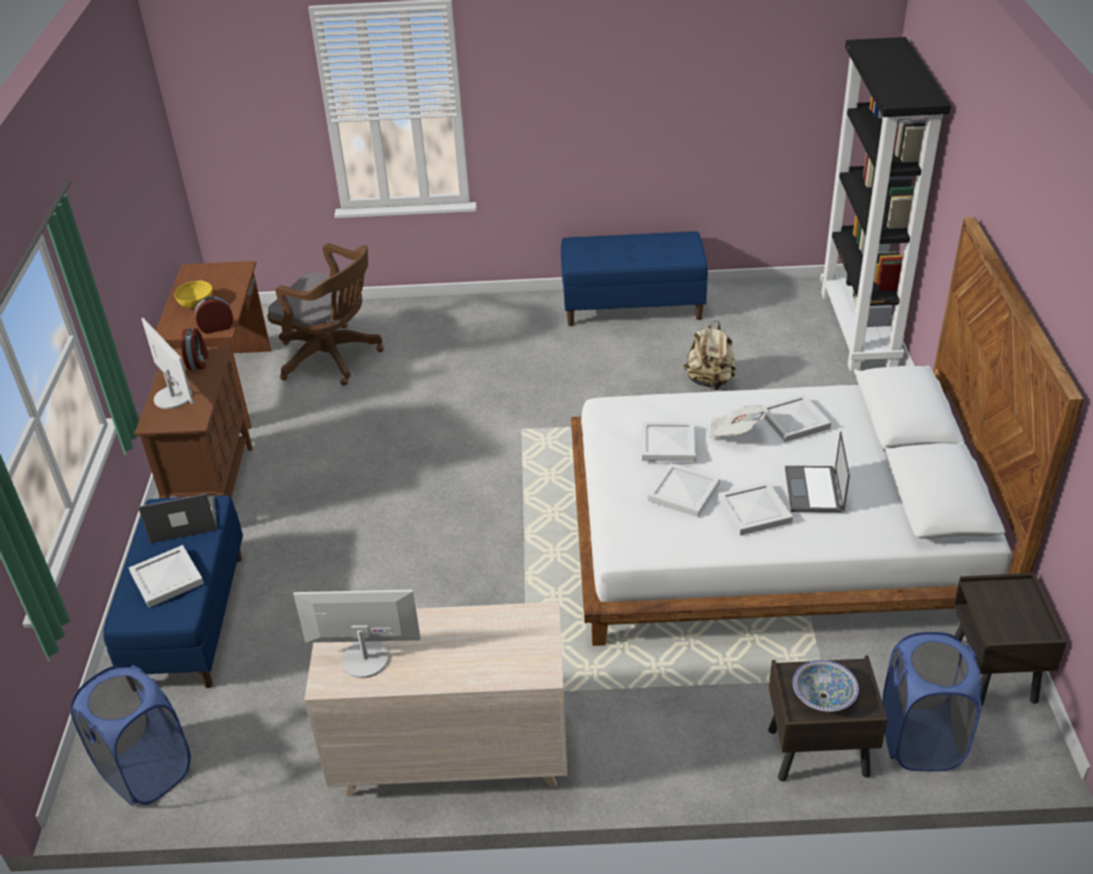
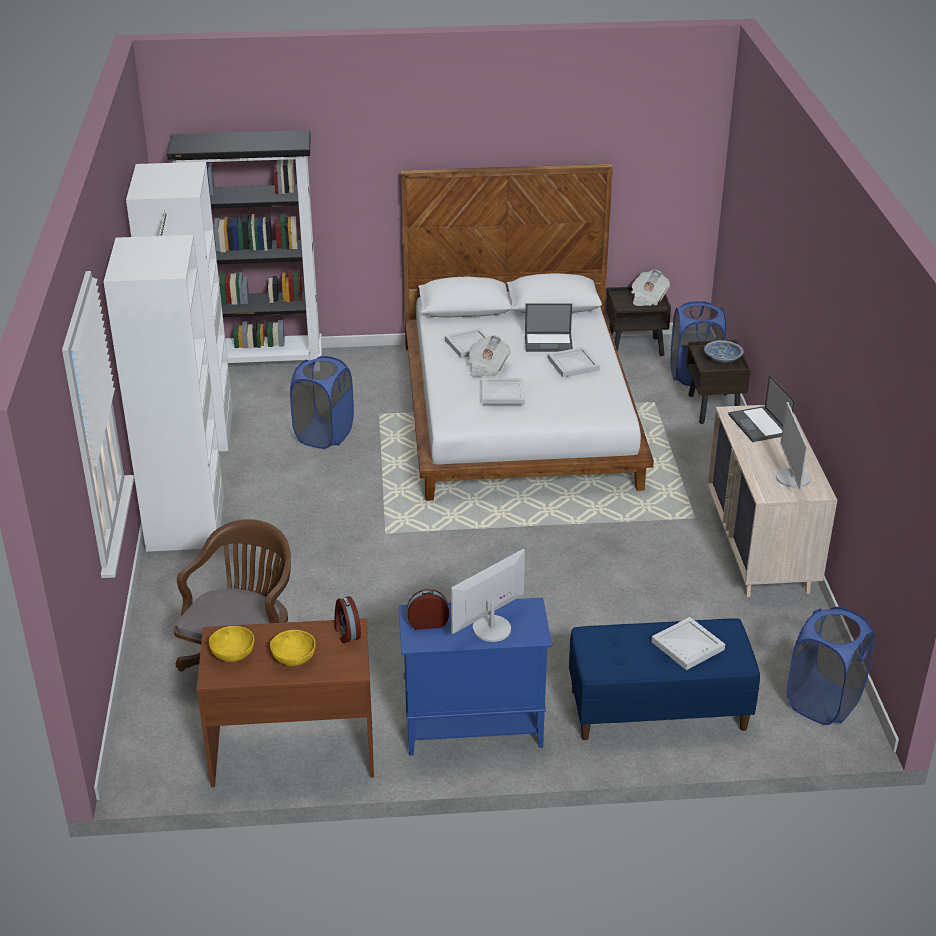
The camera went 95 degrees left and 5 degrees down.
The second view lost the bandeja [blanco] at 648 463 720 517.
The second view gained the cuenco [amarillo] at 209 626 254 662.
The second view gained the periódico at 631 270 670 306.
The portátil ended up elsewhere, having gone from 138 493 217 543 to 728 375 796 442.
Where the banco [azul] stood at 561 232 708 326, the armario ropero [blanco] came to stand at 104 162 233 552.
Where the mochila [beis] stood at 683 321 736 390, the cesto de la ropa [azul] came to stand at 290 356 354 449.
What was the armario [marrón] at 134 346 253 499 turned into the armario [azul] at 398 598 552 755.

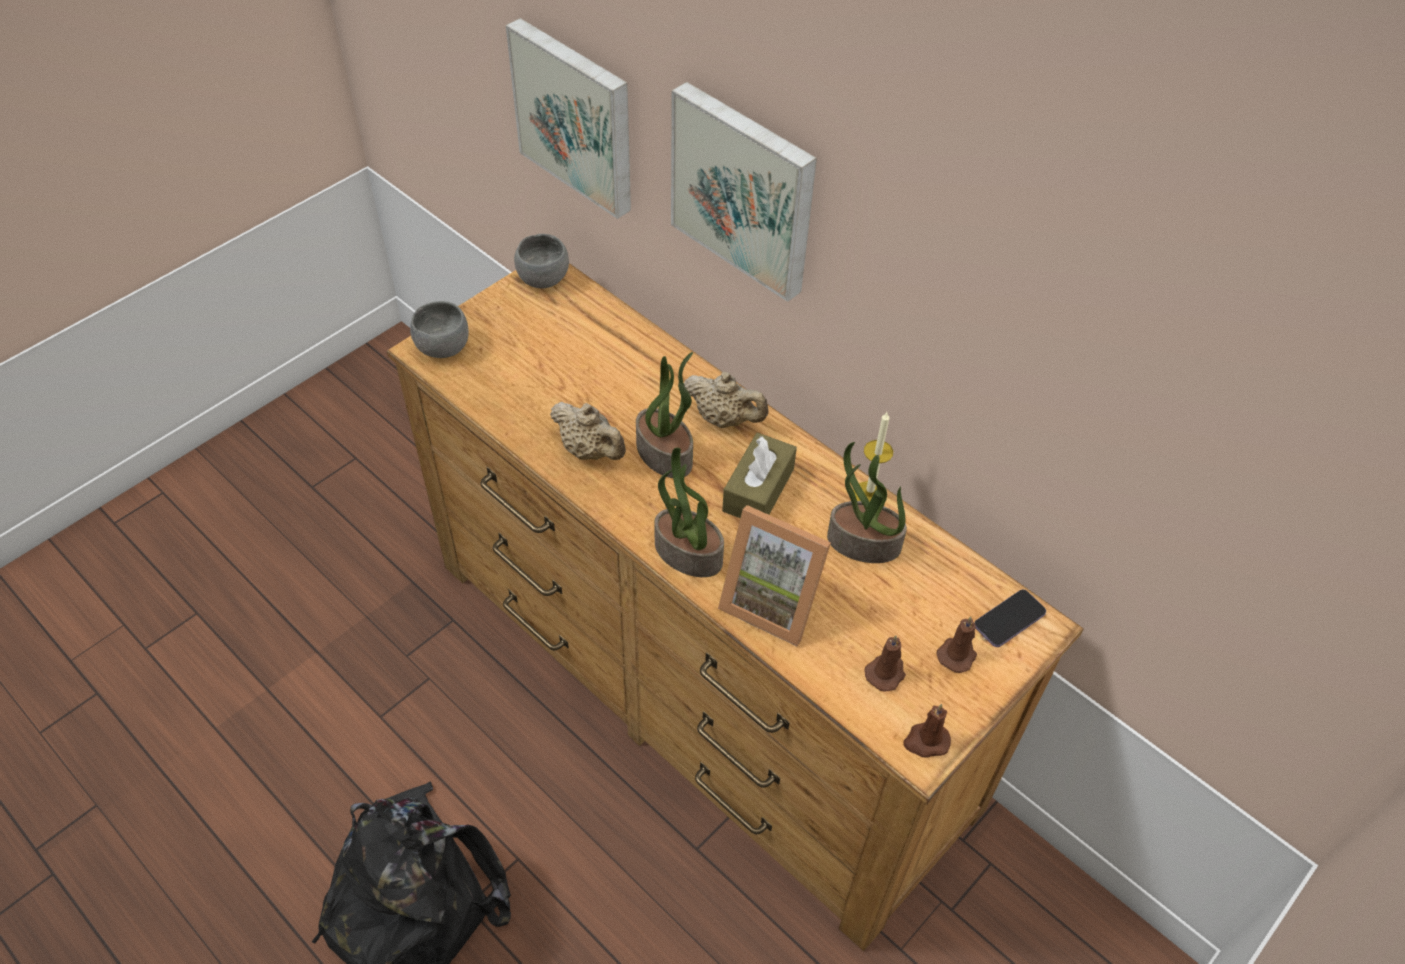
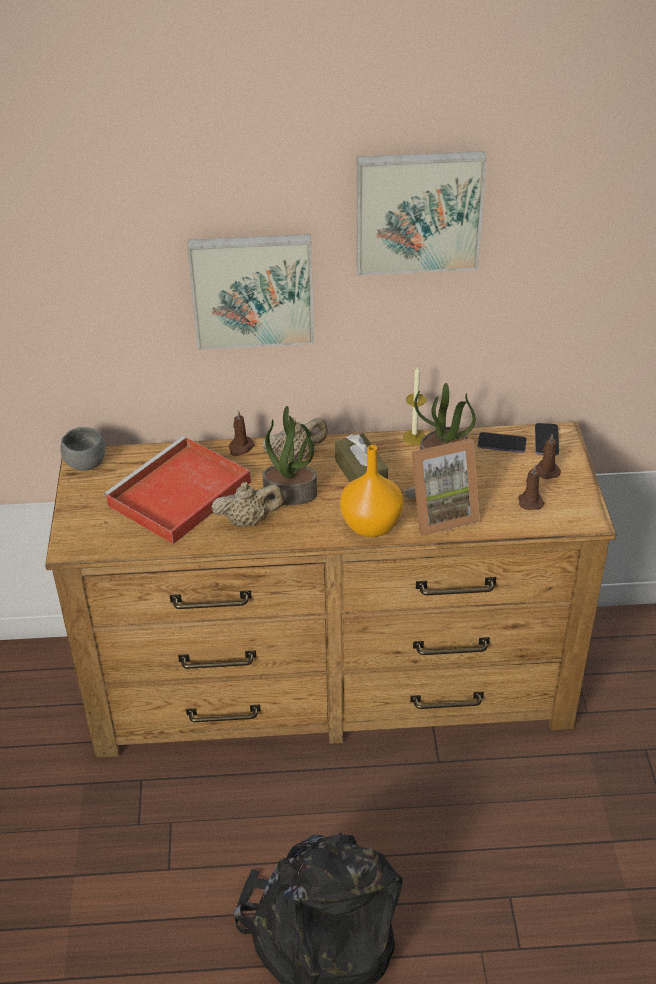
The camera went 45 degrees left and 10 degrees down.
The second view lost the cuenco [gris] at 410 301 469 358.
The second view gained the bandeja [rojo] at 104 436 251 544.
The second view gained the móvil at 478 432 527 453.
The cuadro ended up elsewhere, having gone from 506 18 631 219 to 357 151 487 275.
The vela [marrón] ended up elsewhere, having gone from 903 704 951 758 to 228 410 254 456.
Where the planta en maceta stood at 654 448 724 577, the florero [naranja] came to stand at 340 445 403 537.

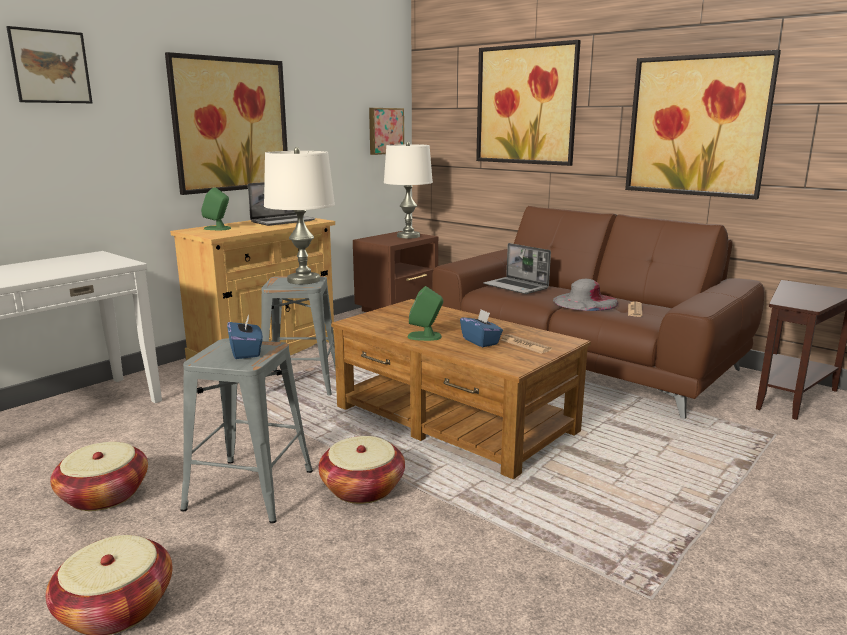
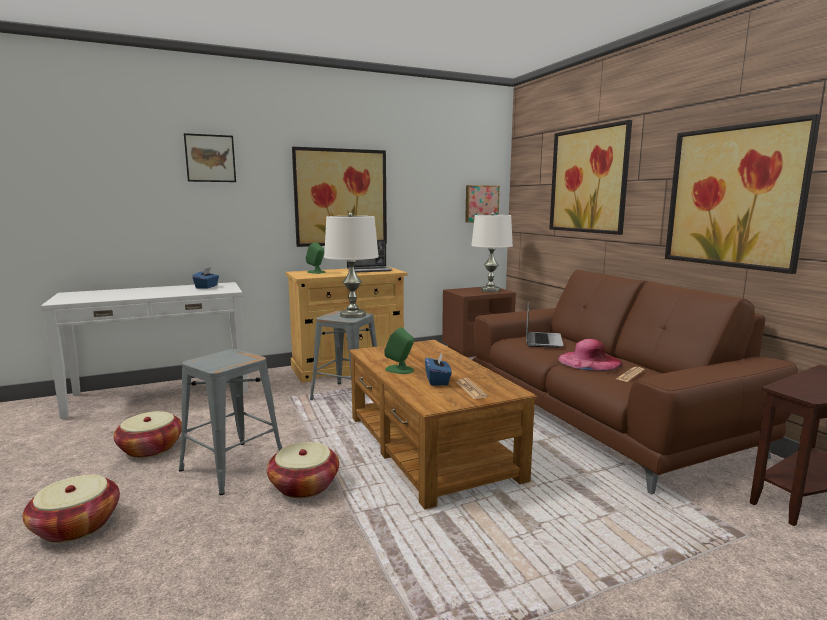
The camera went 25 degrees right and 5 degrees down.
The caja de pañuelos [azul] ended up elsewhere, having gone from 227 315 263 359 to 192 267 219 289.
What was the sombrero [gris] at 553 279 618 311 turned into the sombrero [rosa] at 558 339 623 371.
The portátil at 483 243 551 294 ended up facing another way, 150 degrees counterclockwise from before.

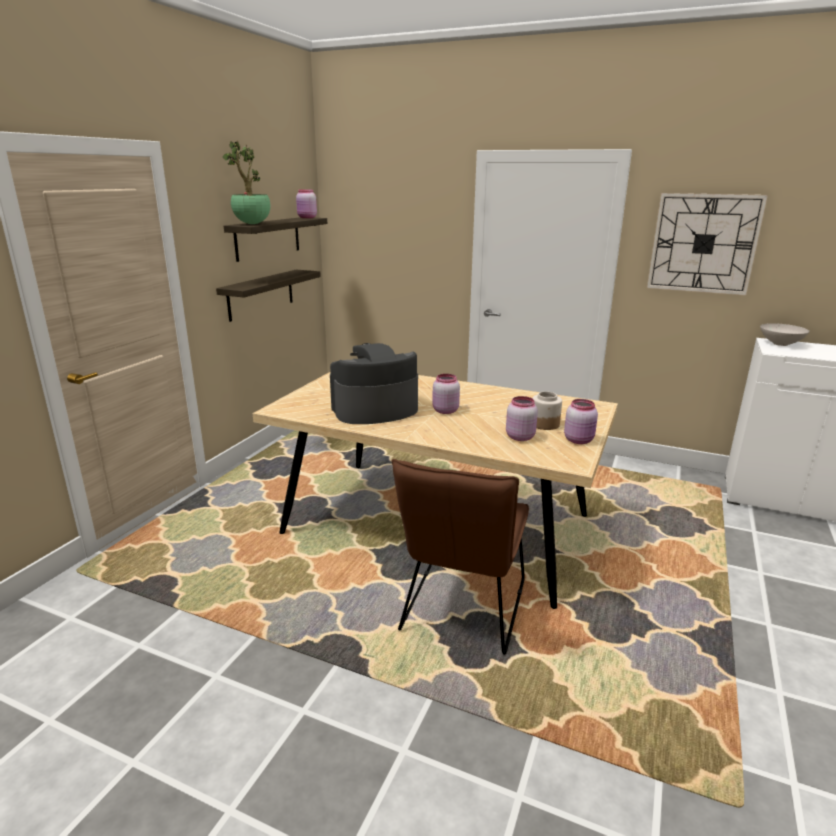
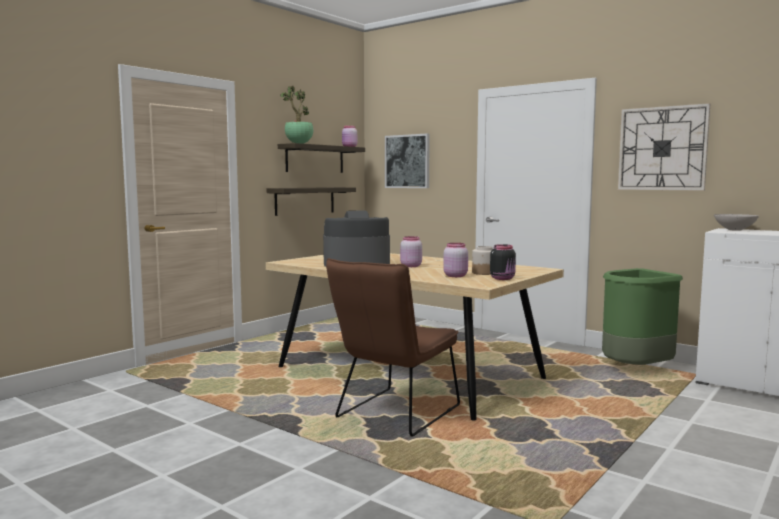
The camera went 15 degrees right and 15 degrees down.
The second view gained the cuadro at 385 134 430 188.
The second view gained the papelera [verde] at 602 268 683 365.
What was the tarro [rosa] at 564 399 598 444 turned into the tarro [negro] at 490 244 516 280.

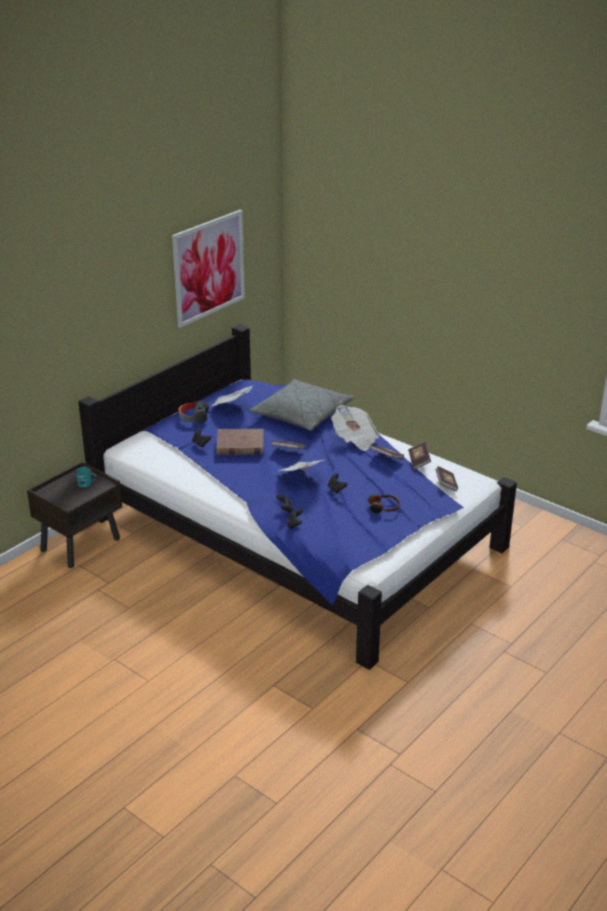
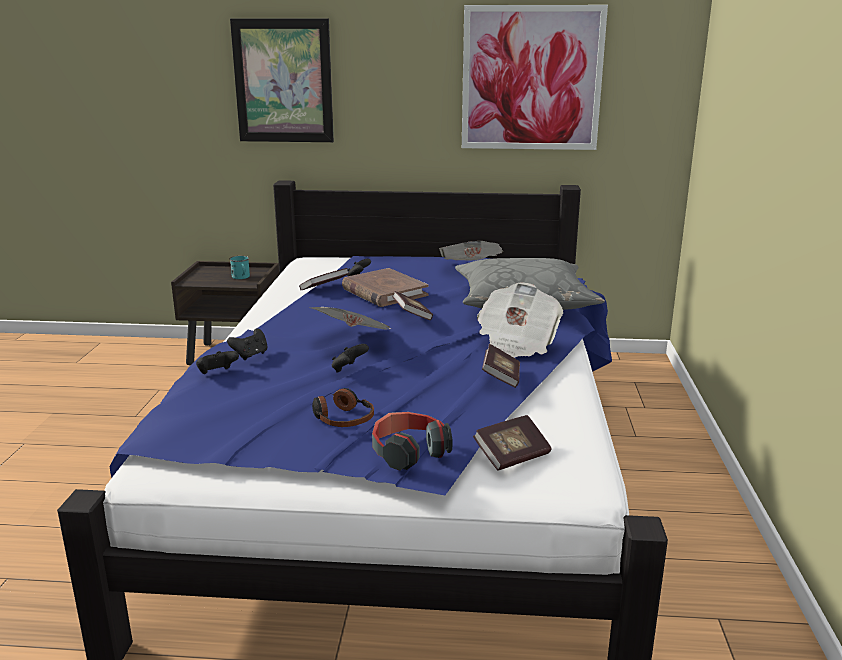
The camera went 55 degrees right and 10 degrees down.
The second view gained the cuadro at 230 18 334 142.
The auriculares ended up elsewhere, having gone from 178 401 209 424 to 372 412 452 471.
The libro ended up elsewhere, having gone from 408 442 431 470 to 299 268 349 290.

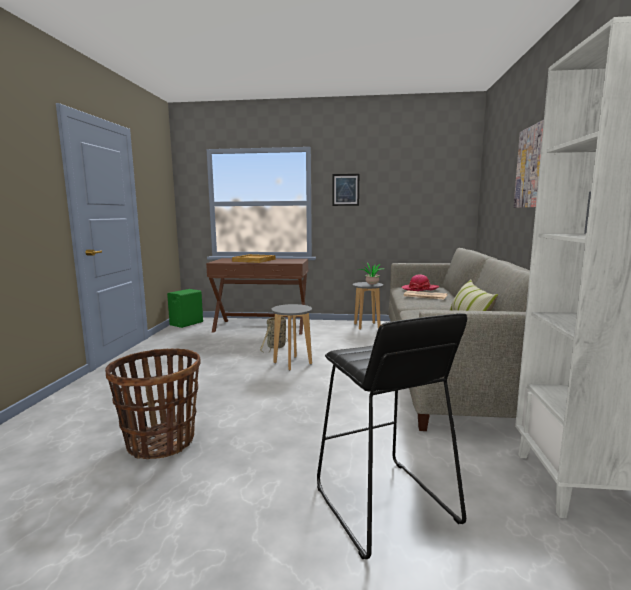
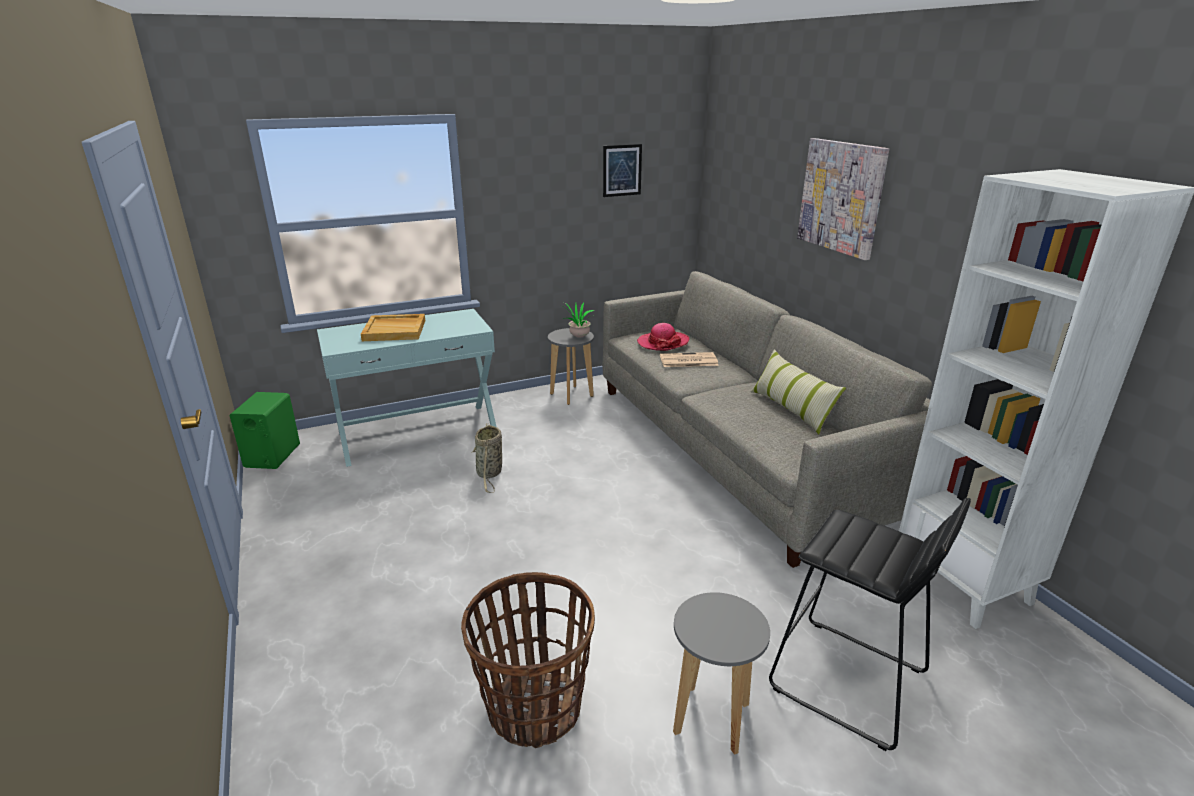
The camera went 30 degrees left and 15 degrees up.
The taburete [gris] ended up elsewhere, having gone from 271 304 312 370 to 673 592 770 755.
The cuadro ended up elsewhere, having gone from 333 174 359 206 to 603 144 642 197.
What was the mesa consola [marrón] at 206 258 308 335 turned into the mesa consola [turquesa] at 317 309 496 467.

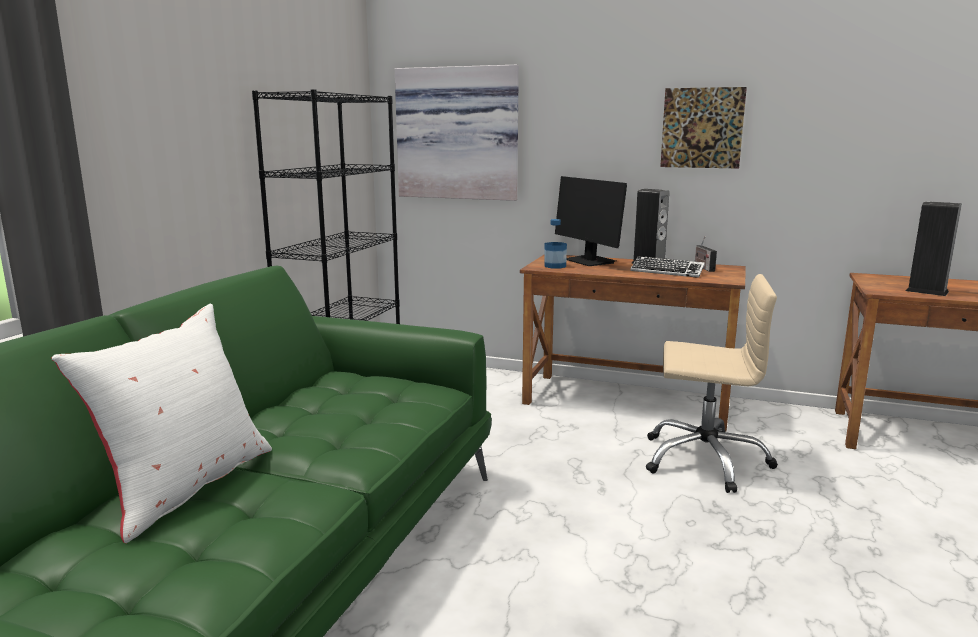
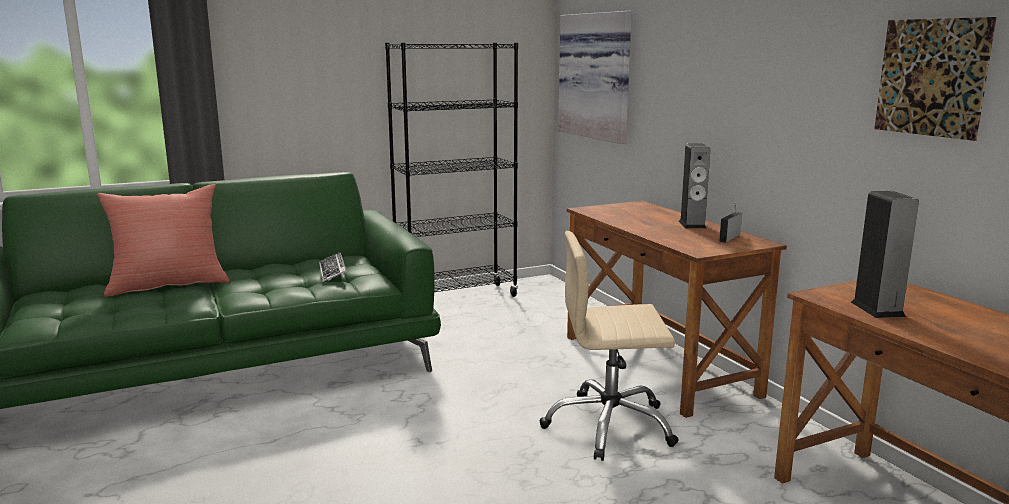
The camera went 45 degrees right and 0 degrees up.
The second view lost the botella at 544 219 567 268.
The second view lost the monitor at 555 176 627 266.
The teclado ended up elsewhere, having gone from 630 256 705 278 to 319 252 347 283.
The cuadro ended up elsewhere, having gone from 660 87 747 169 to 874 17 997 141.
What was the cojín [blanco] at 51 304 272 543 turned into the cojín [rojo] at 97 184 230 297.
The silla de oficina [beis] at 646 274 778 493 ended up facing another way, 120 degrees clockwise from before.

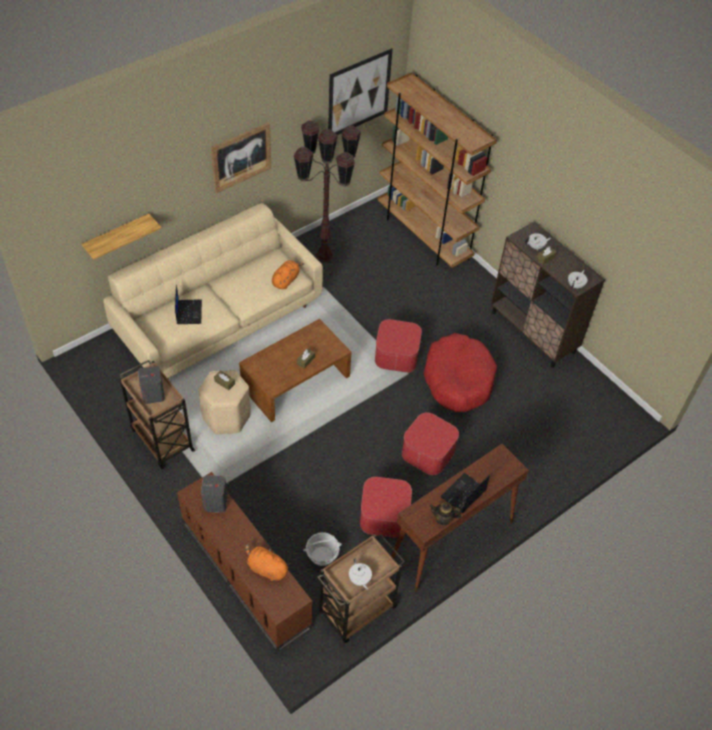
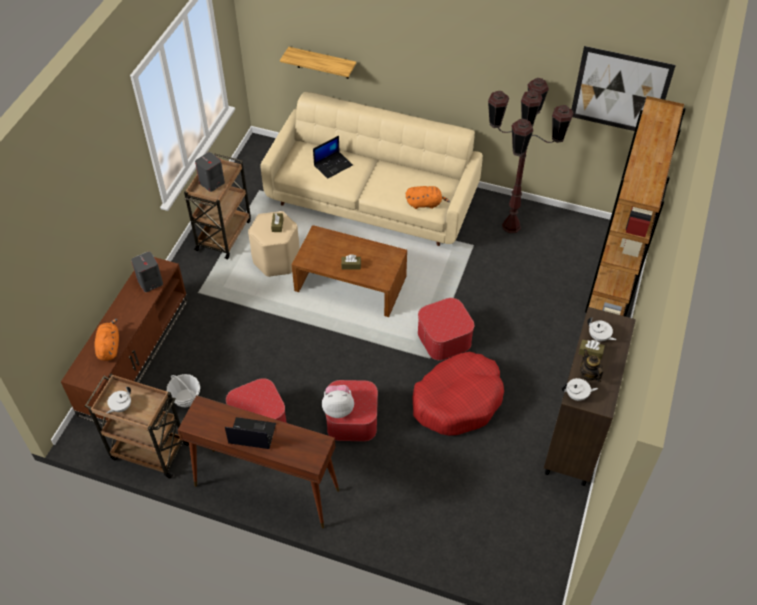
The camera went 60 degrees right and 0 degrees up.
The second view lost the cuadro at 211 122 271 193.
The second view gained the peluche at 322 385 354 418.
The tetera ended up elsewhere, having gone from 430 502 461 526 to 580 349 603 382.

